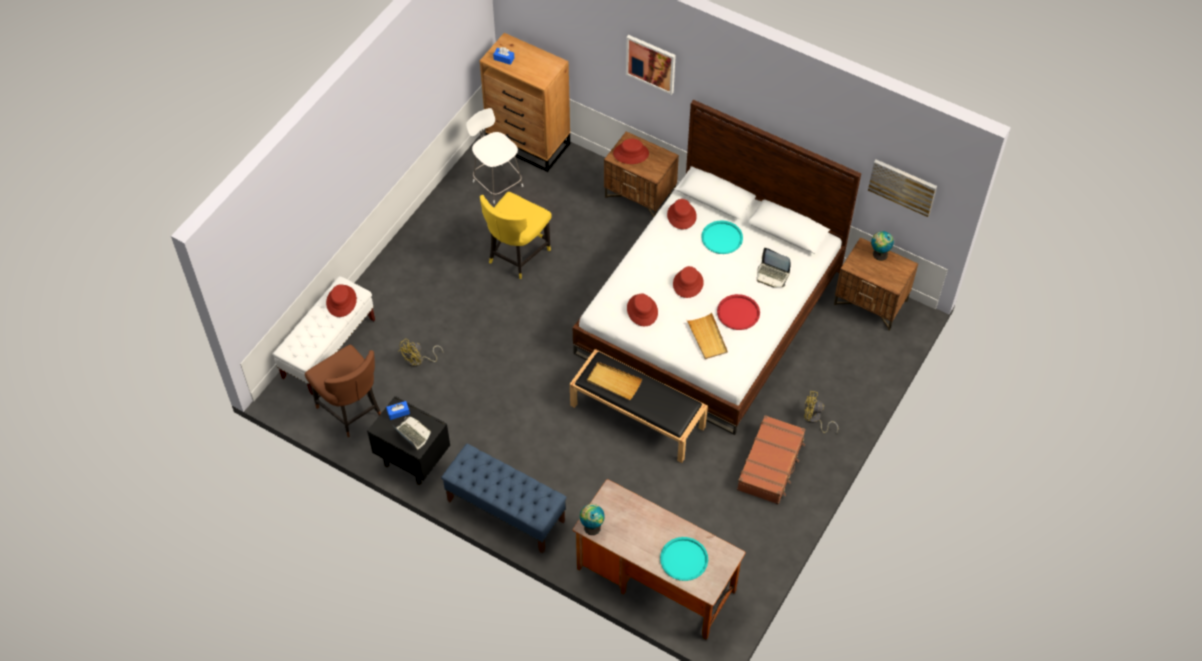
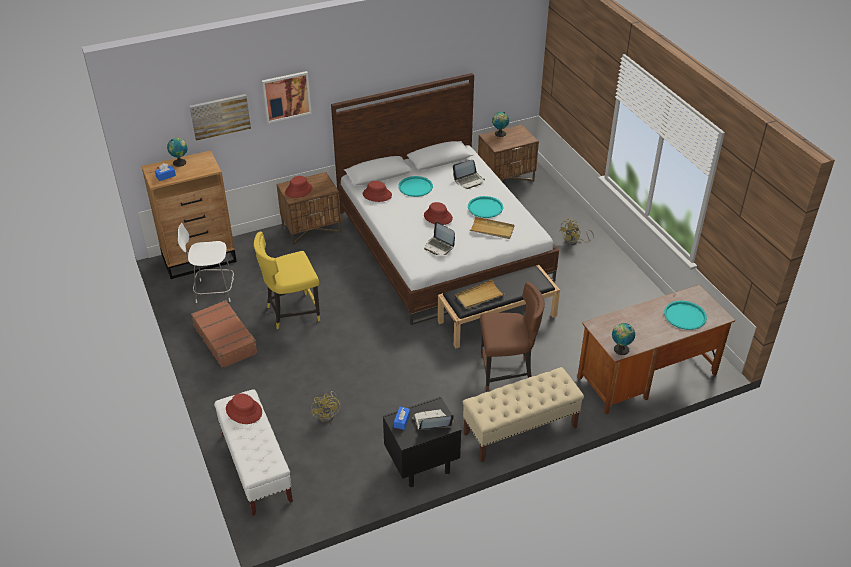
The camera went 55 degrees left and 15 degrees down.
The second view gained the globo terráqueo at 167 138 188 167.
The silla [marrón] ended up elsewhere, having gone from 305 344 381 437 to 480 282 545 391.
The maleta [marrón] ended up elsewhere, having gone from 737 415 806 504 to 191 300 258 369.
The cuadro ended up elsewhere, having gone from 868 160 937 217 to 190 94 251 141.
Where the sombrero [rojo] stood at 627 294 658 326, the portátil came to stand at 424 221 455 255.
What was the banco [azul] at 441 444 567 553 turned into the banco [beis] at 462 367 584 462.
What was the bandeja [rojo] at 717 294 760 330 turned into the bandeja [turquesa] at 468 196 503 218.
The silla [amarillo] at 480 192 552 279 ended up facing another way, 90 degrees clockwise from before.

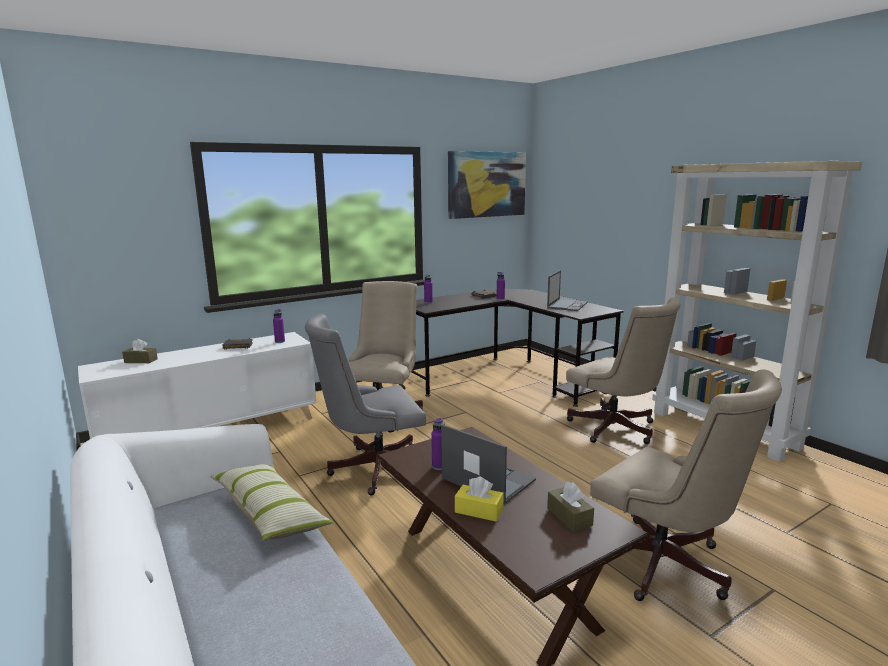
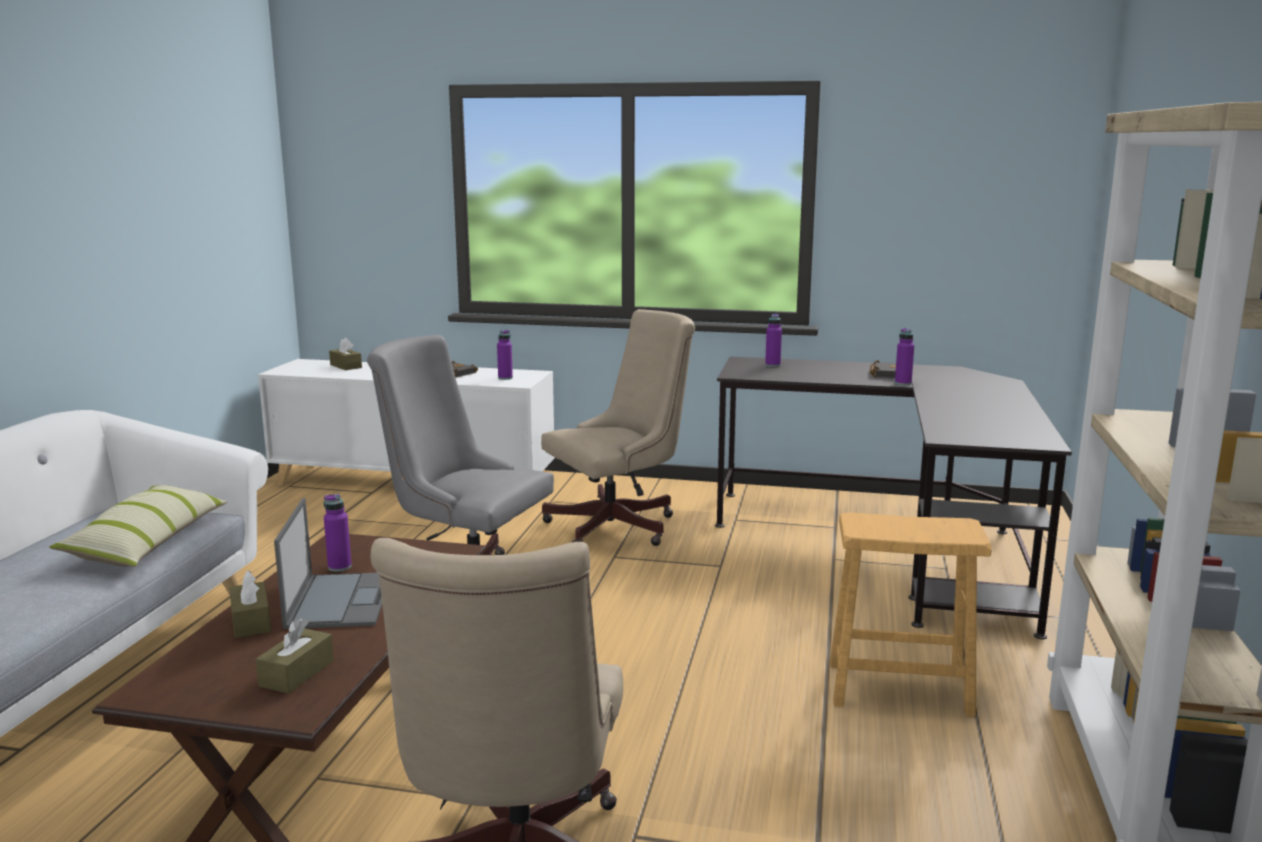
The camera went 45 degrees right and 0 degrees up.
The second view lost the cuadro at 448 151 526 219.
The second view lost the portátil at 547 270 588 311.
Where the silla de oficina [beis] stood at 566 297 680 444, the taburete [marrón] came to stand at 830 512 991 717.
What was the caja de pañuelos [amarillo] at 455 477 504 522 turned into the caja de pañuelos [marrón] at 229 571 271 638.

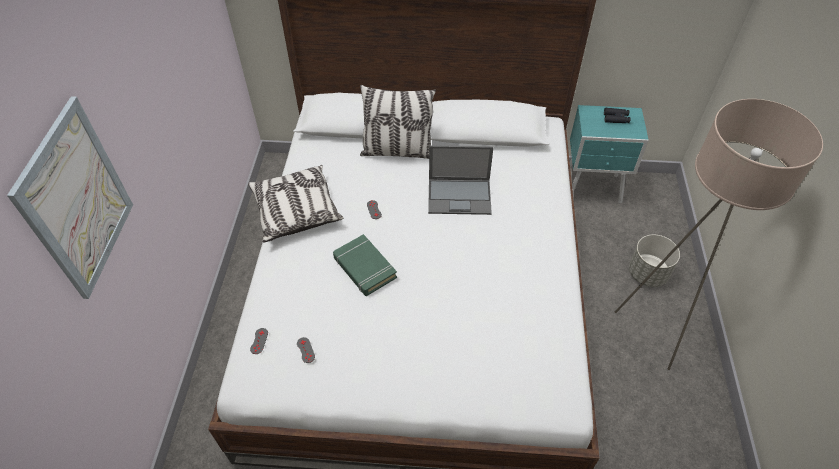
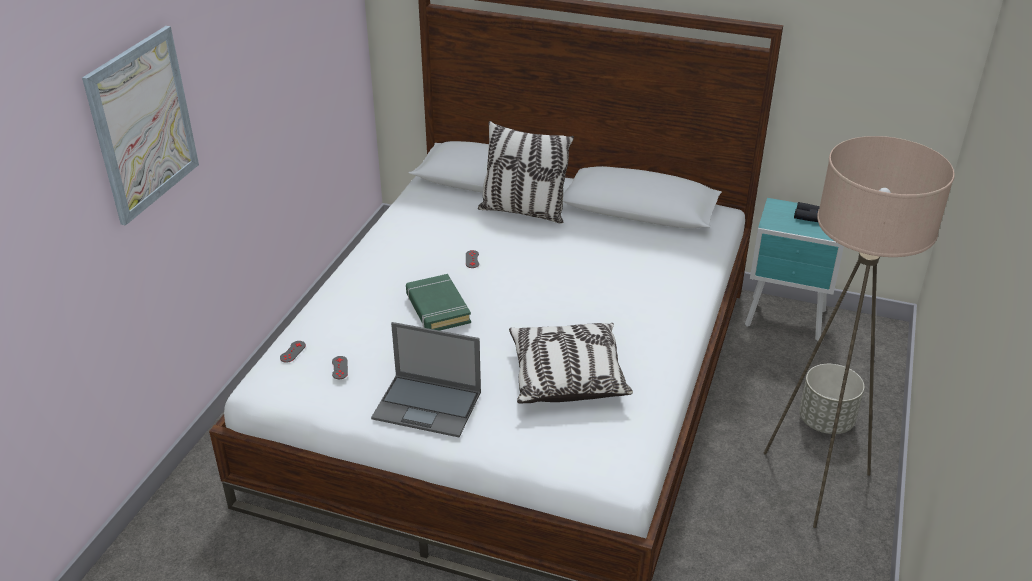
The camera went 15 degrees right and 15 degrees down.
The cojín ended up elsewhere, having gone from 248 165 343 242 to 509 323 633 404.
The portátil ended up elsewhere, having gone from 428 145 494 215 to 371 322 481 437.

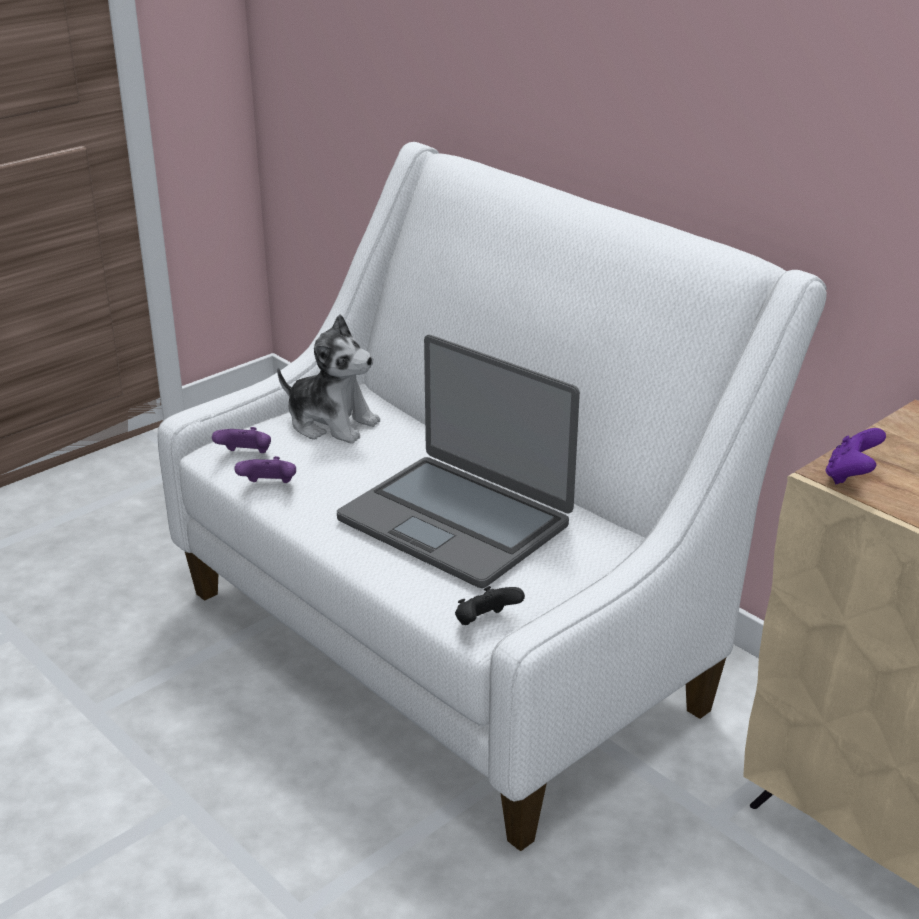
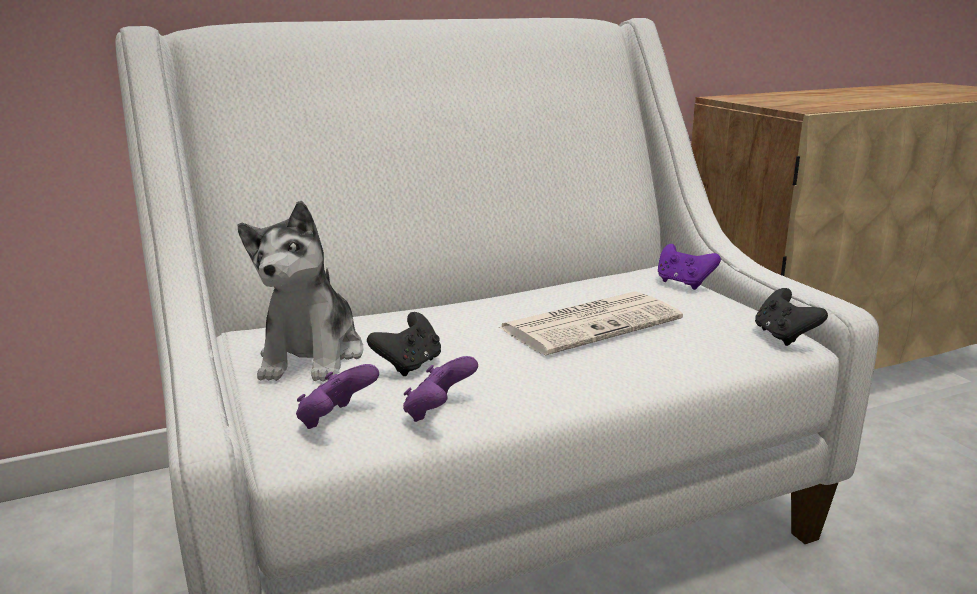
The camera went 70 degrees left and 10 degrees down.
The second view gained the mando de consola [negro] at 367 312 441 376.
The mando de consola [morado] ended up elsewhere, having gone from 826 428 886 484 to 658 244 721 290.
Where the portátil stood at 337 335 580 588, the periódico came to stand at 498 292 683 355.
The peluche at 277 314 380 444 ended up facing another way, 135 degrees clockwise from before.

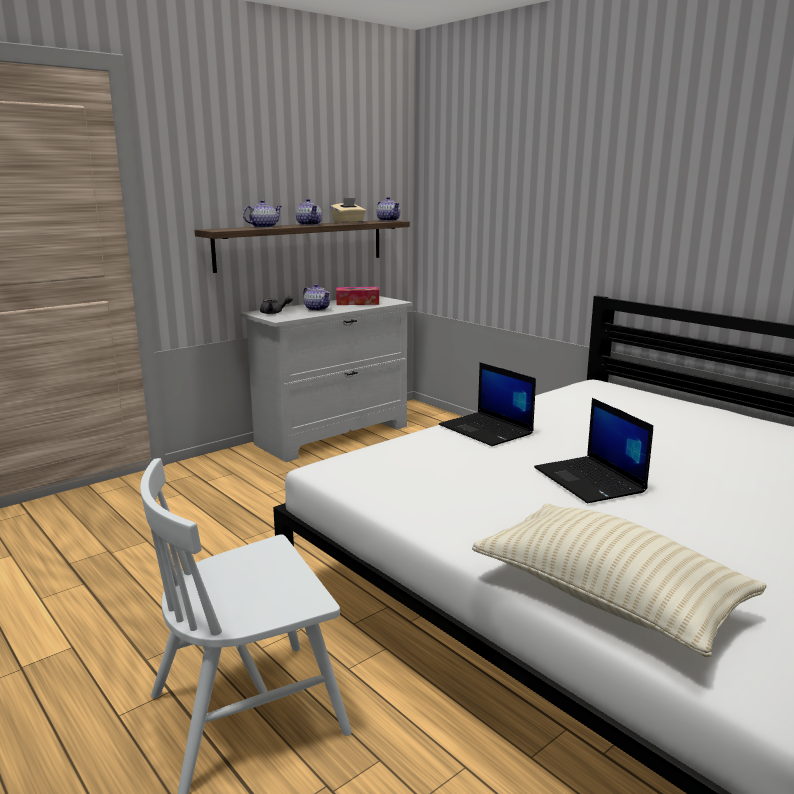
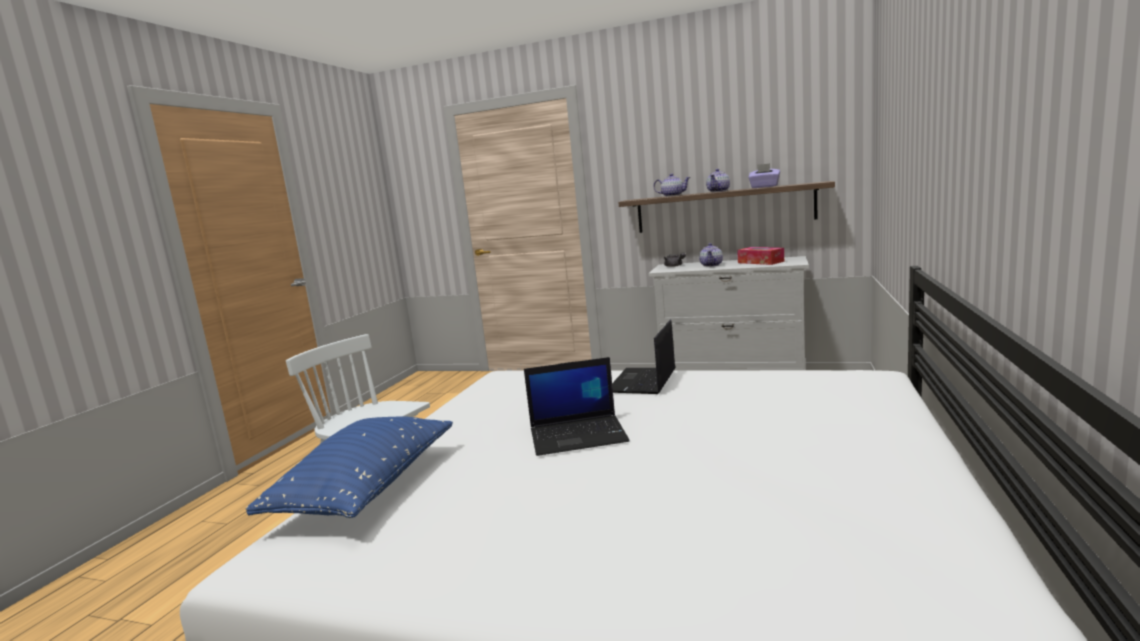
The camera went 60 degrees right and 5 degrees down.
The second view lost the tetera at 377 197 400 221.
What was the caja de pañuelos [beis] at 330 198 366 224 turned into the caja de pañuelos [morado] at 748 163 780 188.
What was the cojín [beis] at 472 503 766 657 turned into the cojín [azul] at 246 416 453 518.
The portátil at 534 398 653 503 ended up facing another way, 135 degrees counterclockwise from before.

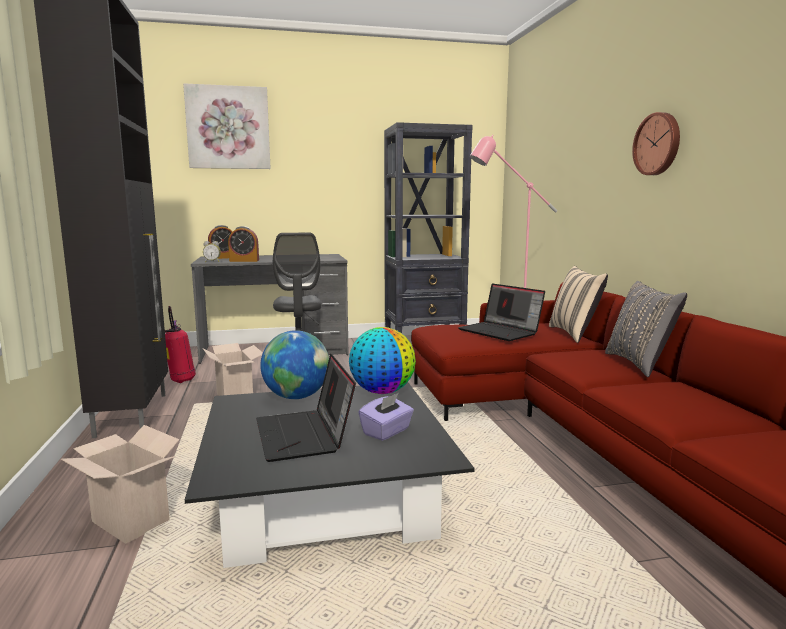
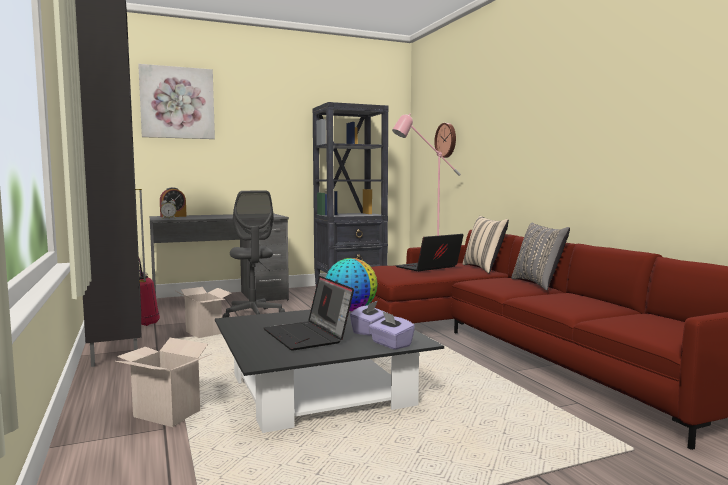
The camera went 10 degrees left and 5 degrees down.
The second view lost the despertador at 228 226 259 262.
The second view lost the globo terráqueo at 260 330 329 399.
The second view gained the caja de pañuelos [morado] at 369 311 415 350.
The reloj de pared ended up elsewhere, having gone from 632 112 680 175 to 434 123 456 158.
The portátil at 458 283 545 341 ended up facing another way, 105 degrees clockwise from before.

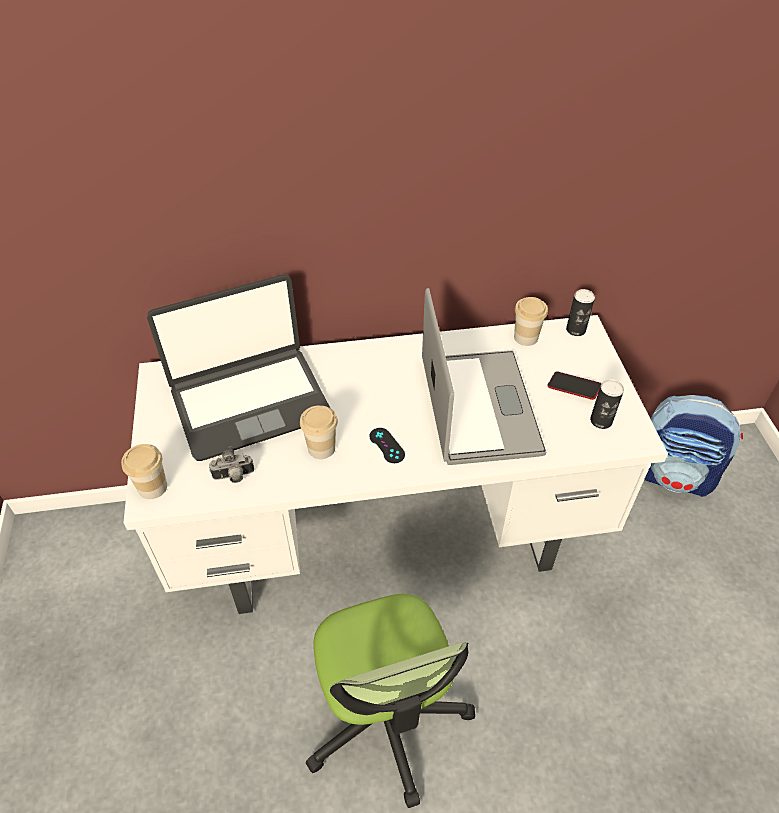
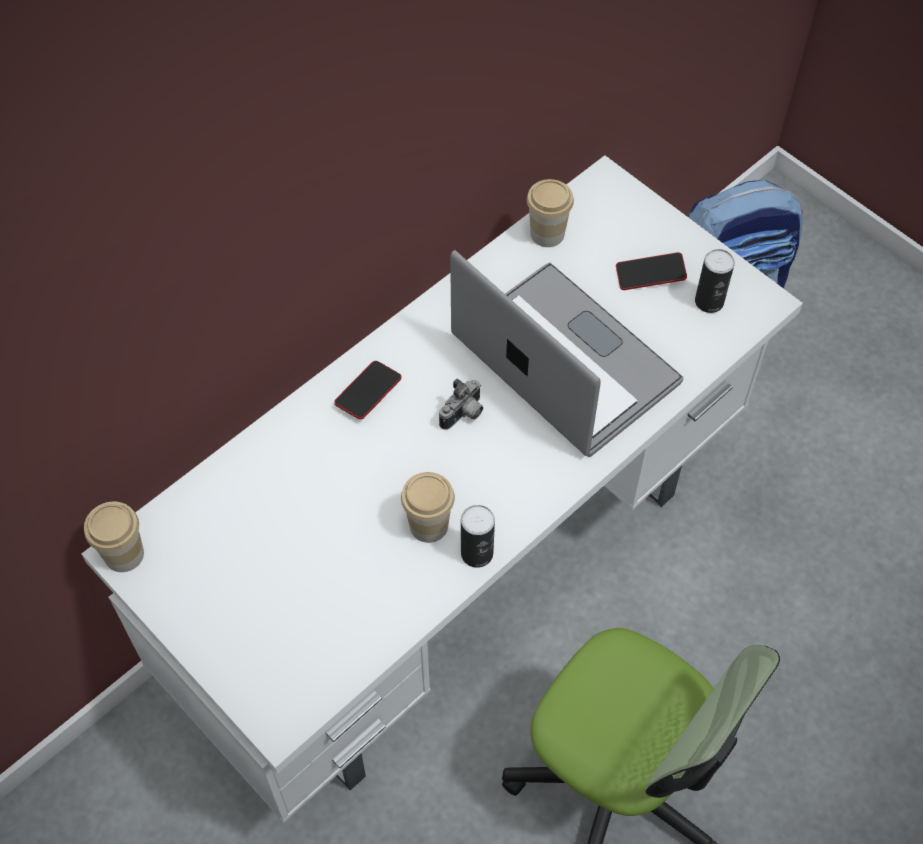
The camera went 35 degrees left and 10 degrees up.
The second view lost the portátil at 147 275 330 461.
The second view lost the mando de consola [negro] at 369 428 405 463.
The second view gained the móvil at 334 361 401 420.
The taza ended up elsewhere, having gone from 121 444 167 499 to 84 502 144 572.
The cámara ended up elsewhere, having gone from 209 446 254 483 to 439 378 483 430.
The lata ended up elsewhere, having gone from 566 289 595 336 to 461 505 495 568.

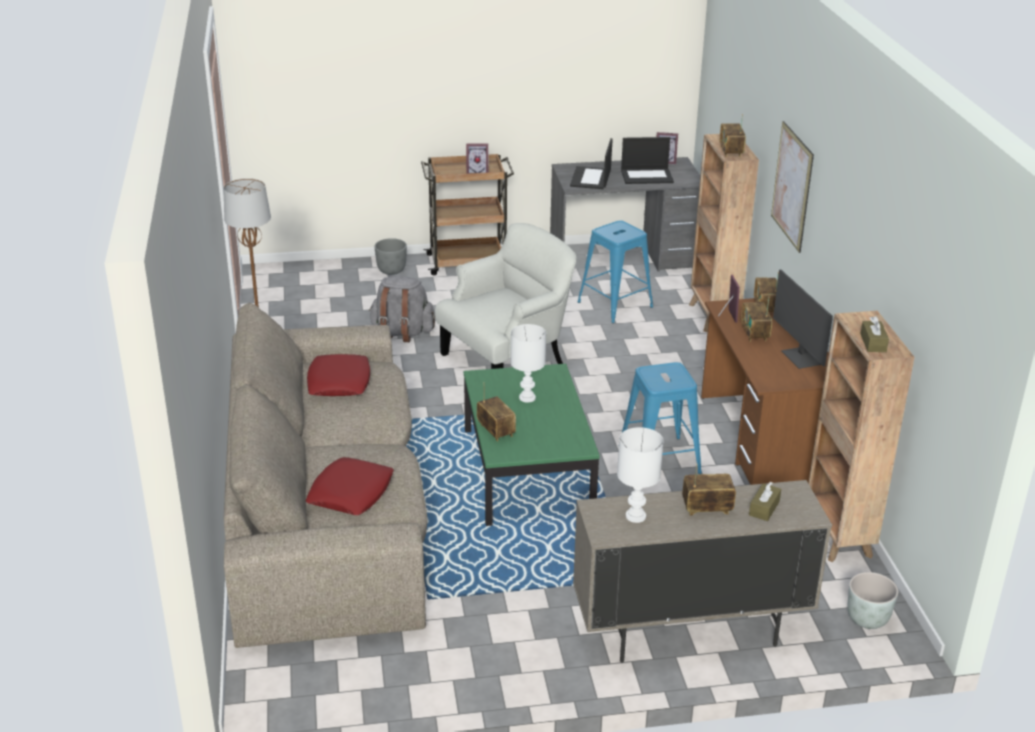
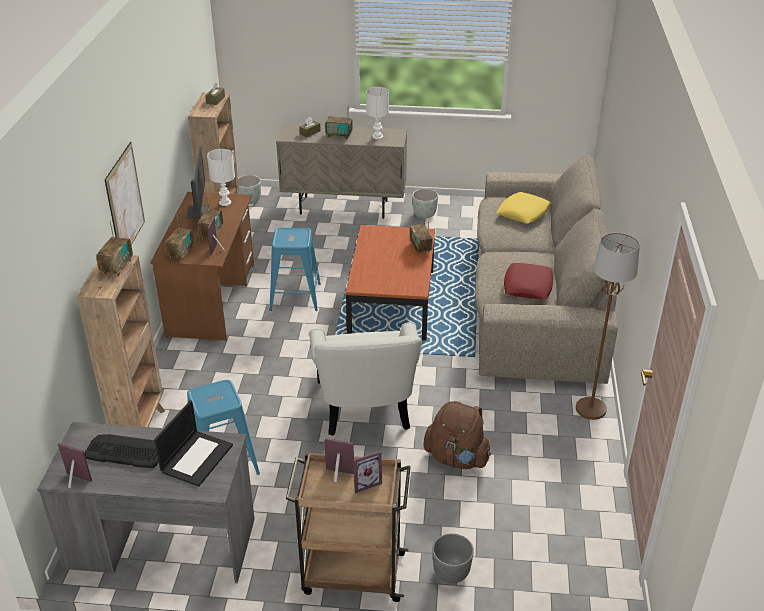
The camera went 165 degrees left and 5 degrees up.
The second view gained the portarretratos at 353 451 382 493.
The second view gained the maceta [gris] at 412 189 438 218.
The lámpara de mesa [blanco] ended up elsewhere, having gone from 510 324 546 403 to 207 149 235 206.
Where the portátil stood at 621 137 674 184, the teclado came to stand at 84 434 159 468.
What was the cojín [rojo] at 306 457 394 515 turned into the cojín [amarillo] at 497 192 551 223.
What was the mochila [gris] at 369 276 435 342 turned into the mochila [marrón] at 424 401 491 469.
What was the mesa de centro [verde] at 464 364 600 526 turned into the mesa de centro [marrón] at 345 225 435 340.
The sillón [blanco] at 435 223 577 369 ended up facing another way, 75 degrees counterclockwise from before.

